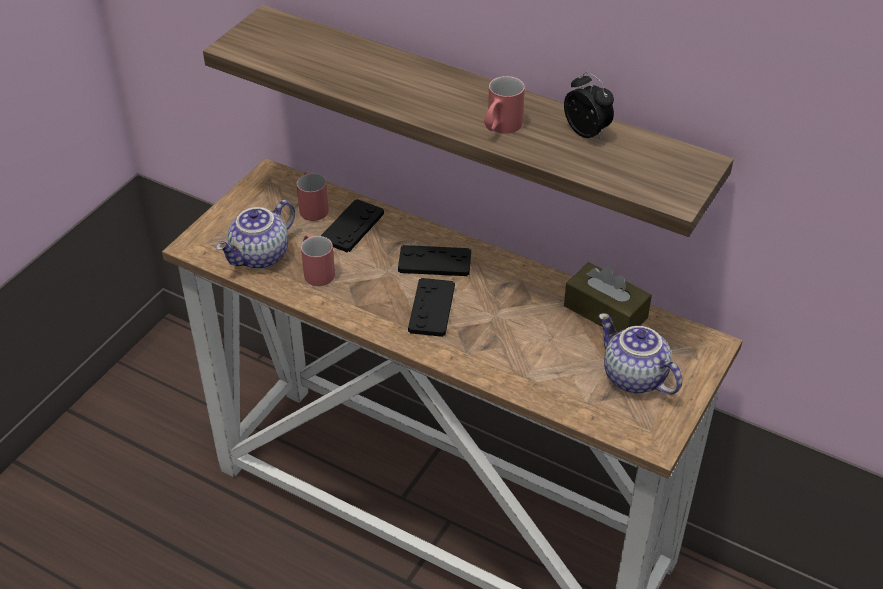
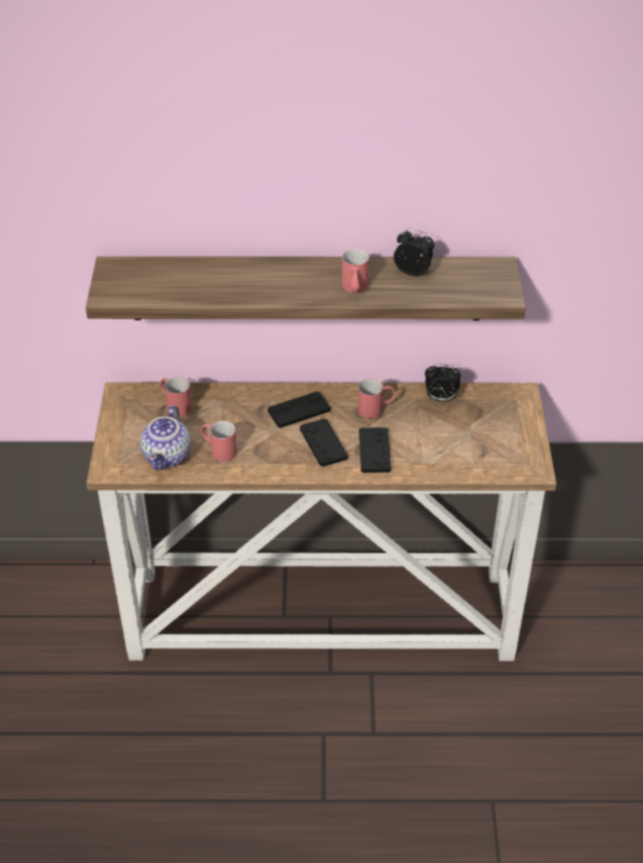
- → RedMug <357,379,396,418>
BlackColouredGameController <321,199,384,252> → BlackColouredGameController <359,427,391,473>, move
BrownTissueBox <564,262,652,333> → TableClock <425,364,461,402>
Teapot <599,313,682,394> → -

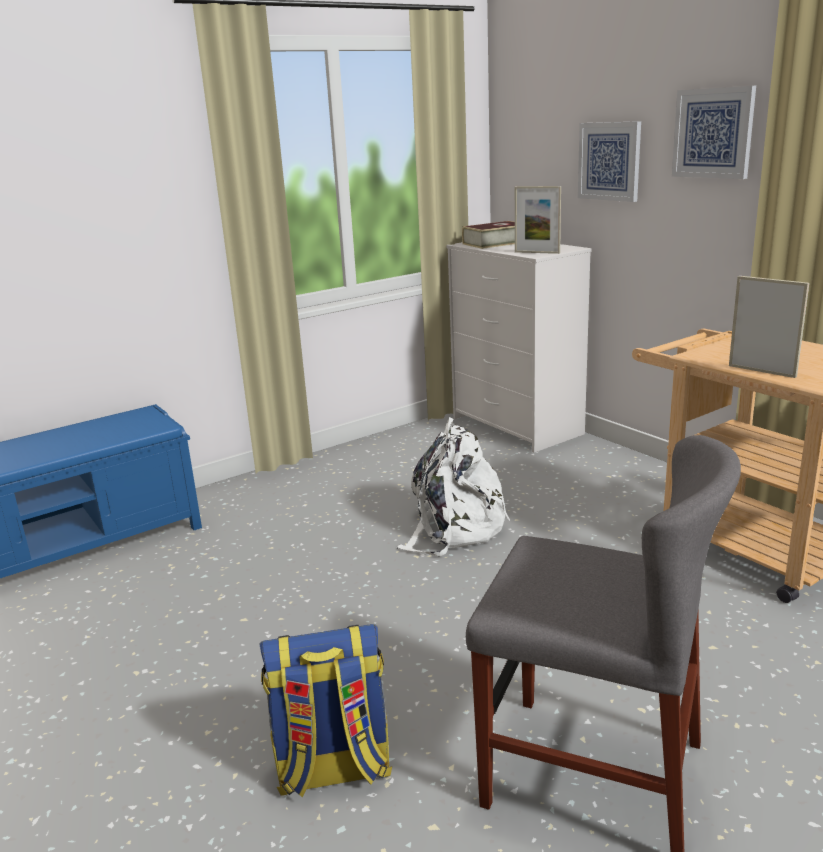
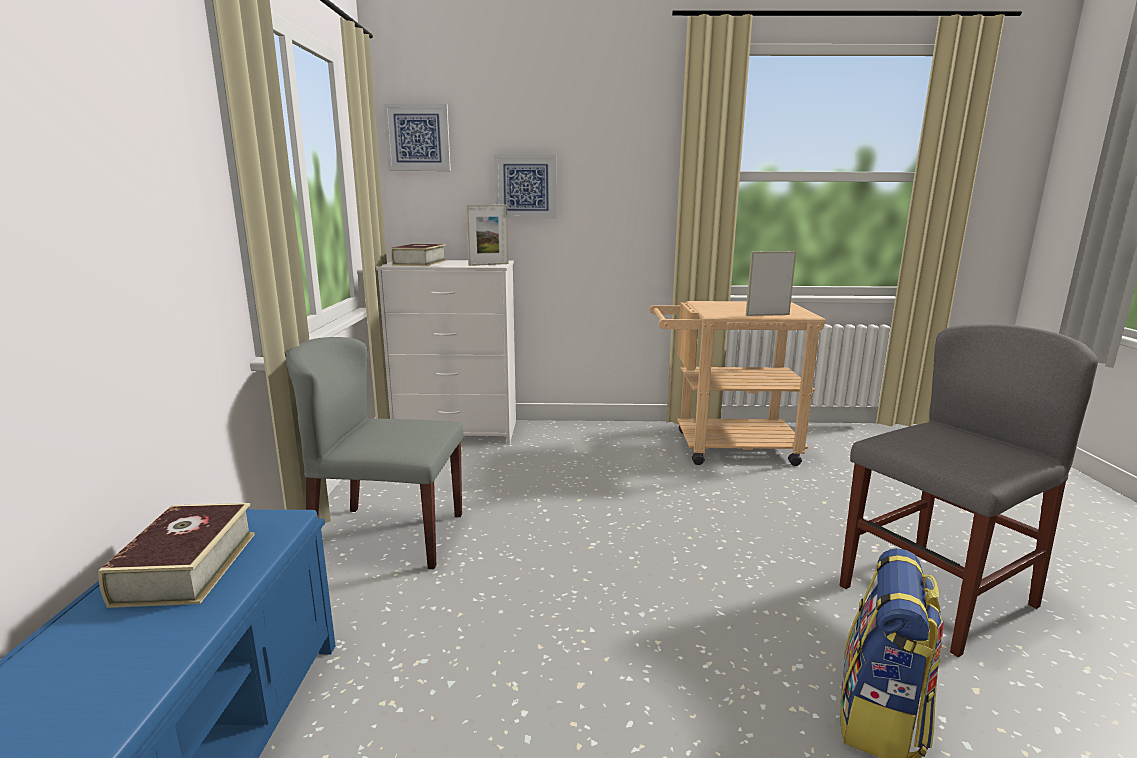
- → Volume <98,503,255,608>
- → GreyishUprightChair <286,337,464,569>
Picture <672,86,756,179> → Picture <383,104,451,171>, move
WhitishBackpack <397,417,510,556> → -

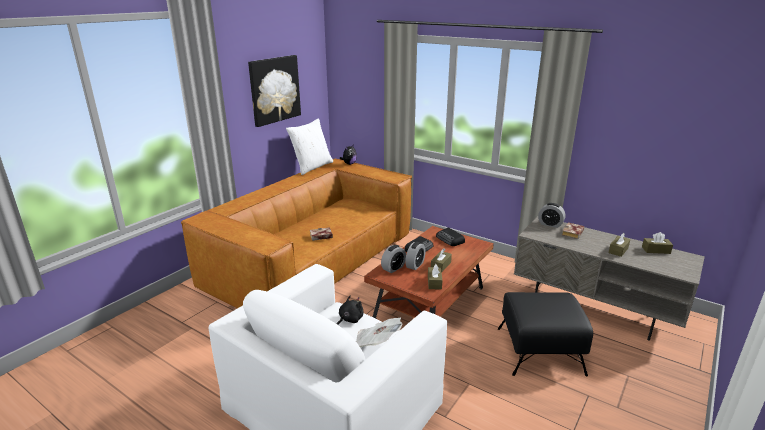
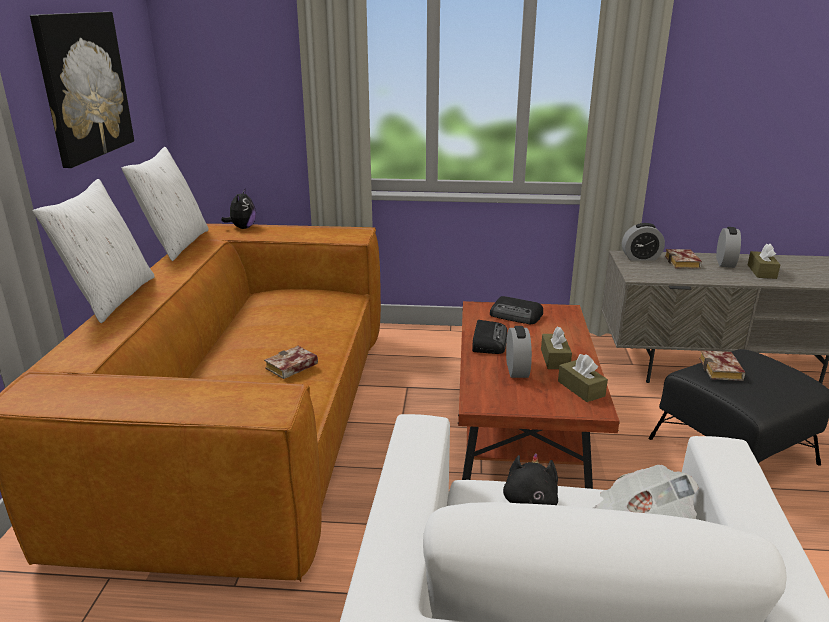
- → WhitishPillow <33,179,155,323>
- → Volume <699,350,745,381>
TableClock <381,245,406,273> → TableClock <716,227,741,268>, move
BrownTissueBox <642,232,673,254> → -

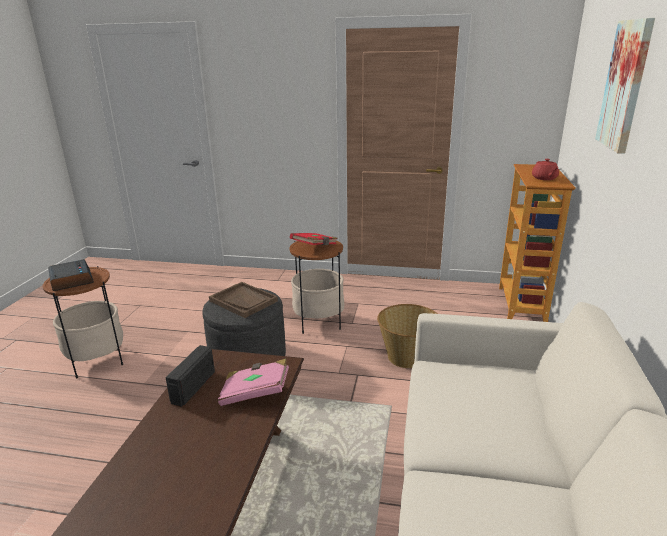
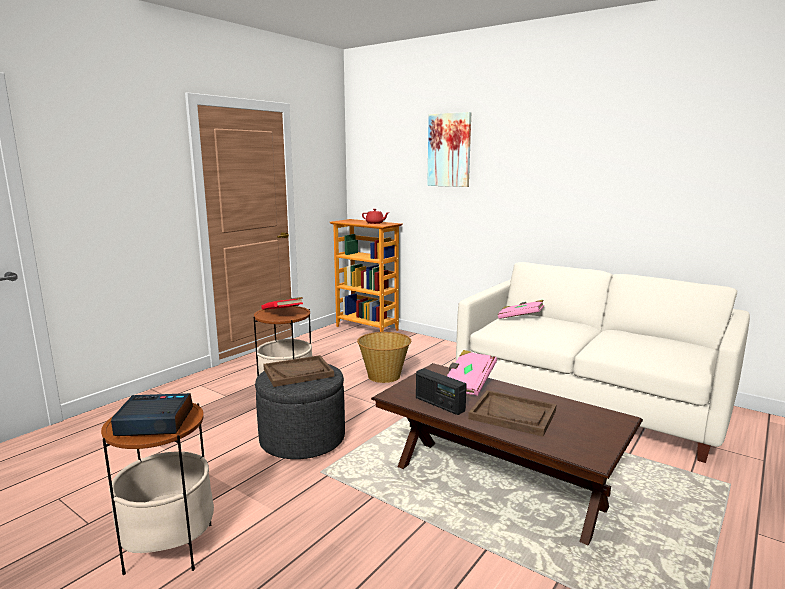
- → BrownTray <468,390,556,436>
- → PinkColouredVolume <498,300,544,319>

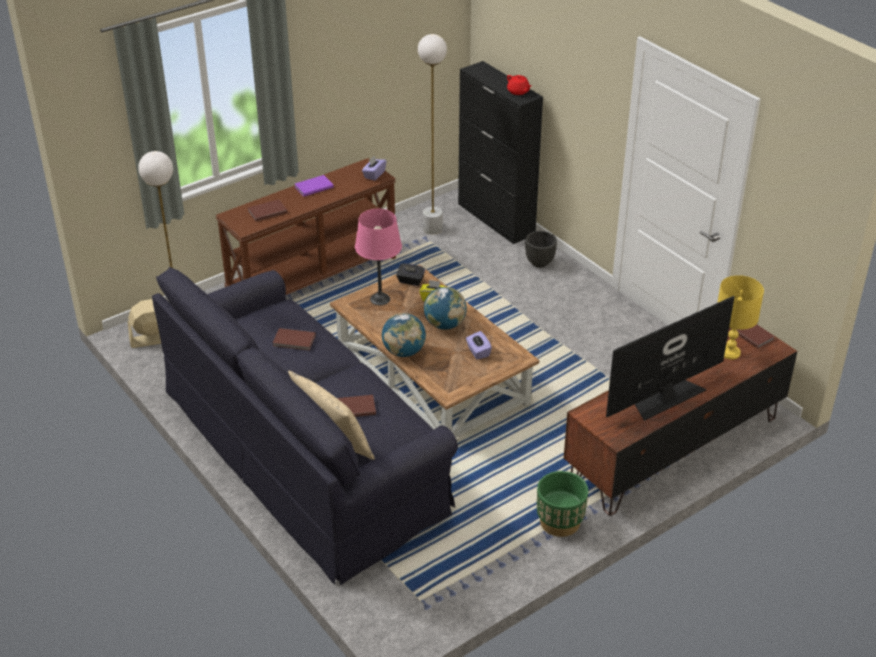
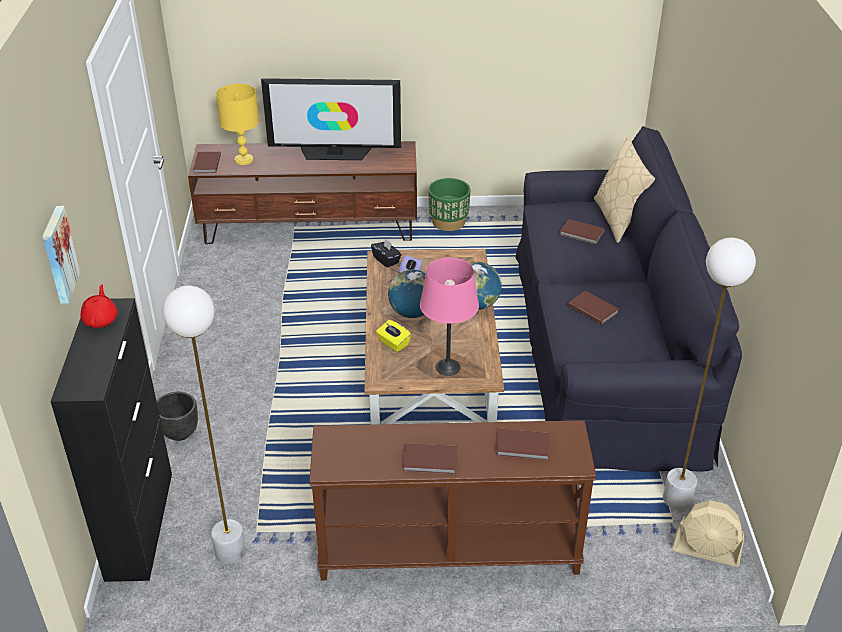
- → Picture <42,206,81,304>
BlackColouredTissueBox <396,263,425,286> → BlackColouredTissueBox <371,238,401,268>, move
PurpleVolume <295,175,334,197> → BrownVolume <403,443,458,474>
PurpleTissueBox <362,155,386,181> → -

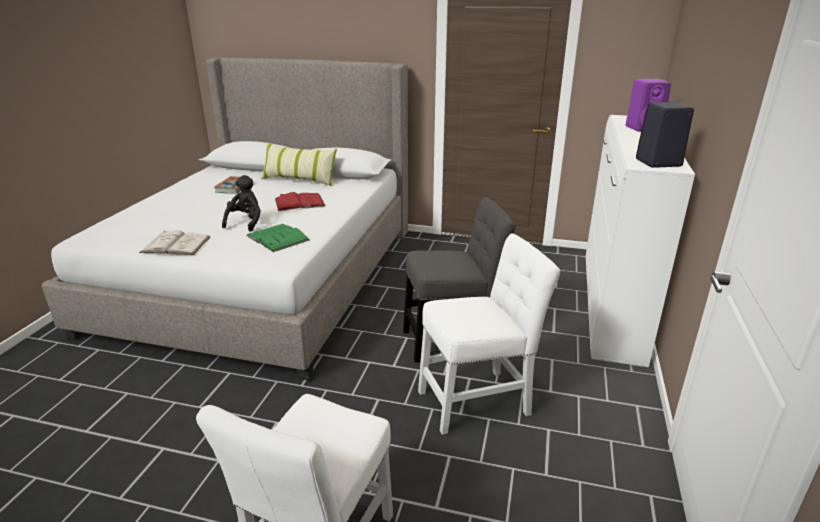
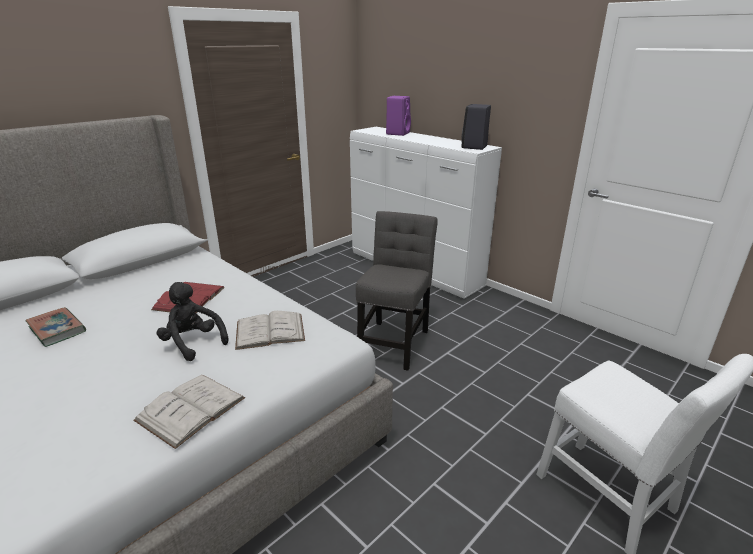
GreenishVolume <246,224,309,252> → WhitishVolume <235,311,305,350>
Pillow <261,142,337,186> → -
WhitishUprightChair <418,234,560,435> → -

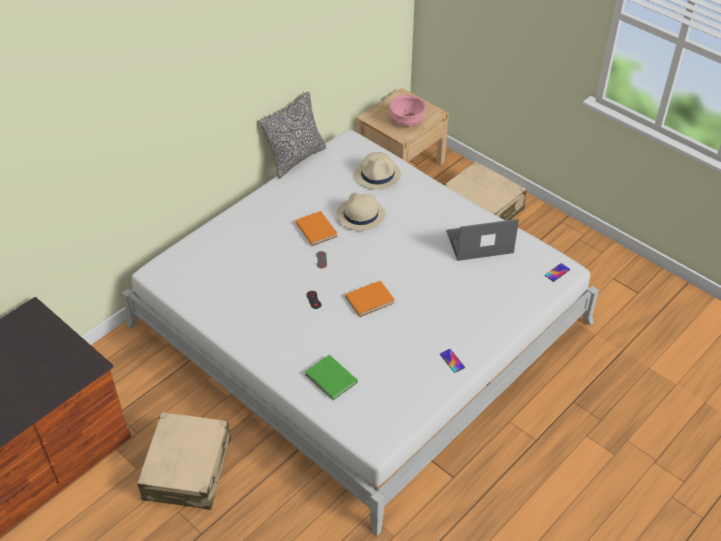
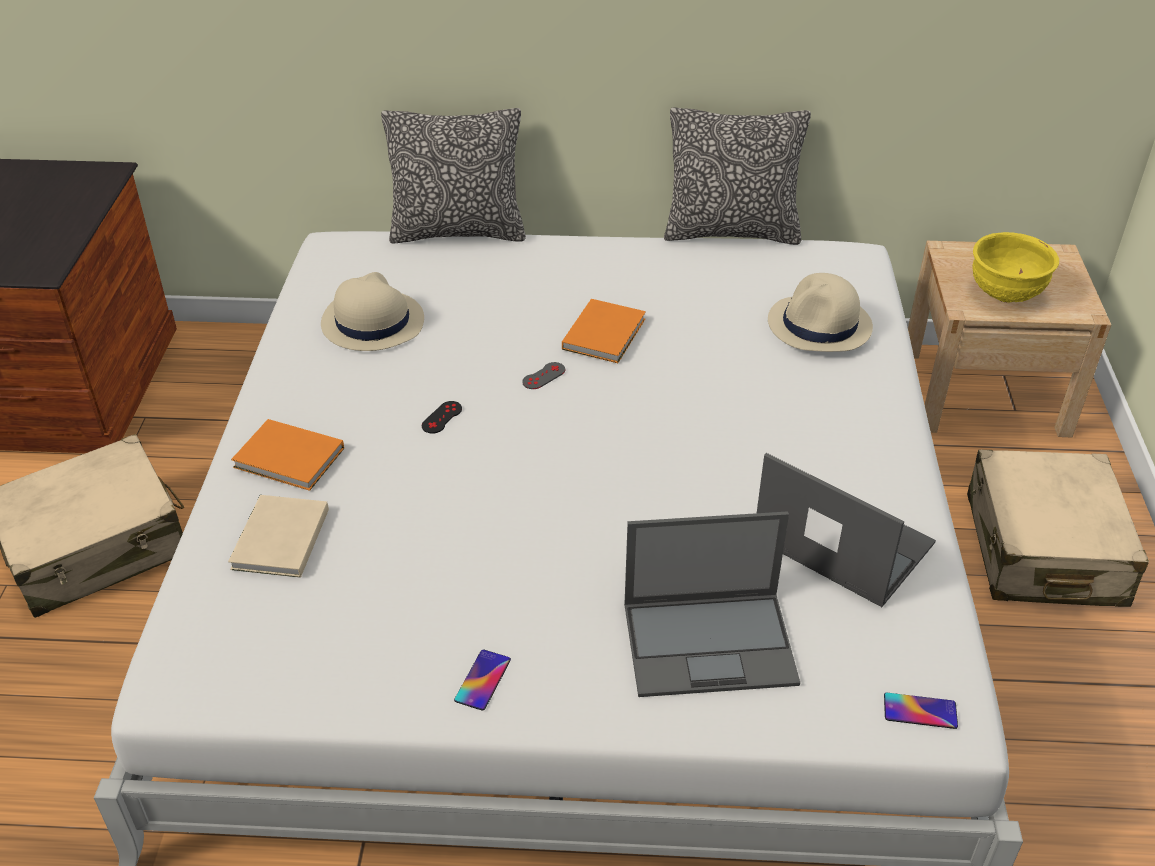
GreenishVolume <305,355,358,400> → SandColouredVolume <228,495,329,578>
OrangeVolume <345,280,395,317> → OrangeVolume <231,419,344,491>, move
SandColouredWearableHat <336,193,385,231> → SandColouredWearableHat <321,272,424,351>, move
- → Pillow <381,108,526,243>
- → PortableComputer <624,511,800,697>
PinkColouredBowl <390,95,426,127> → YellowishBowl <972,232,1059,303>

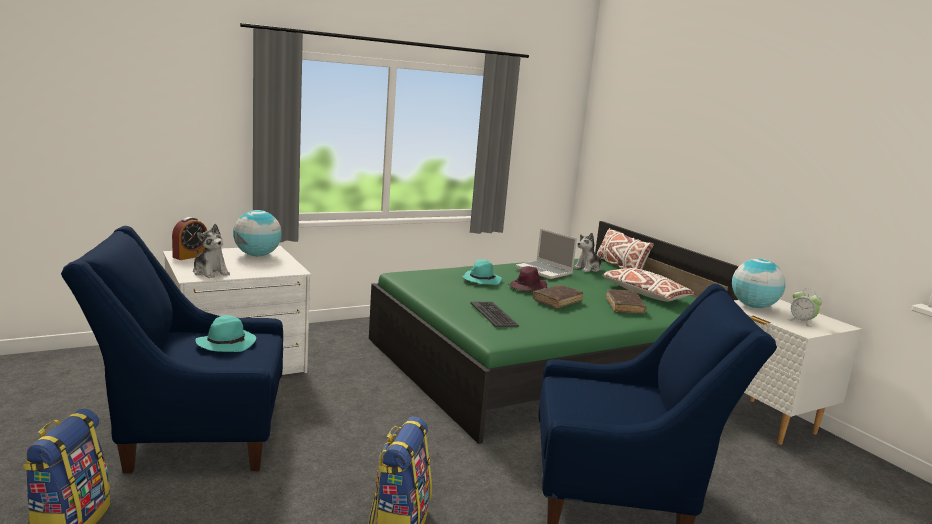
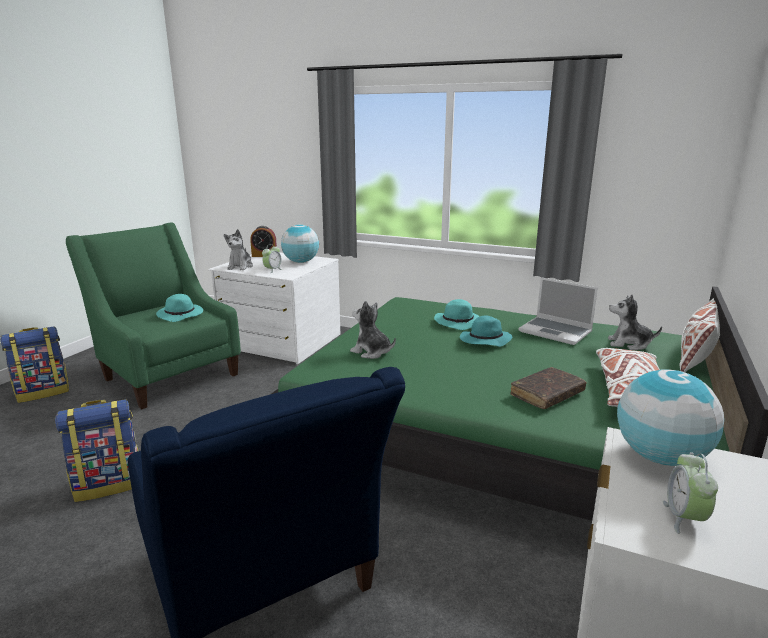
BlueArmchair <61,226,283,474> → GreenishArmchair <66,223,241,409>
- → TableClock <262,244,282,273>
PcKeyboard <470,302,519,327> → PlushToy <350,301,396,359>
PurpleWearableHat <509,266,547,291> → TurquoiseWearableHat <460,315,513,347>
PortableComputer <515,228,577,279> → PortableComputer <519,277,598,345>, 60 degrees counterclockwise
BrownVolume <533,285,583,309> → -

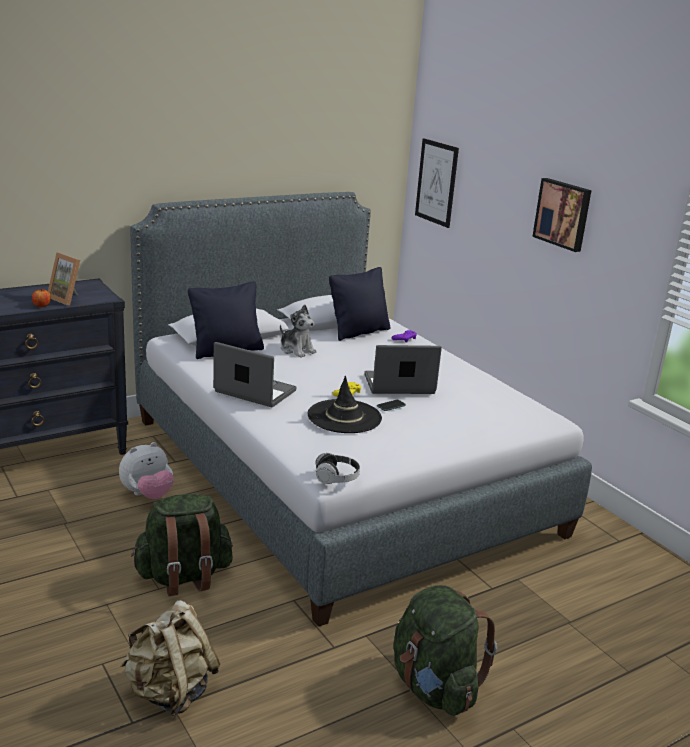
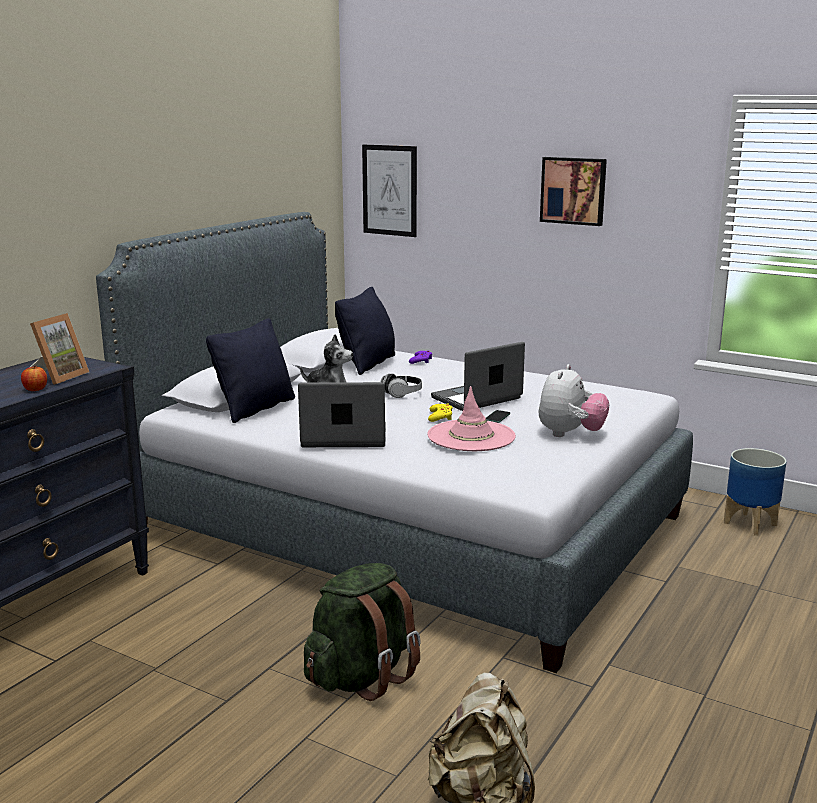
PictureFrame <48,253,80,306> → PictureFrame <30,313,89,385>, 75 degrees counterclockwise
Headphones <315,453,360,484> → Headphones <381,374,422,398>, move
BlackColouredWearableHat <307,376,382,433> → PinkColouredWearableHat <427,386,516,451>
PlushToy <119,442,174,499> → PlushToy <538,364,609,437>, move
- → FlowerPot <724,448,787,536>
GreenishBackpack <393,585,497,716> → -

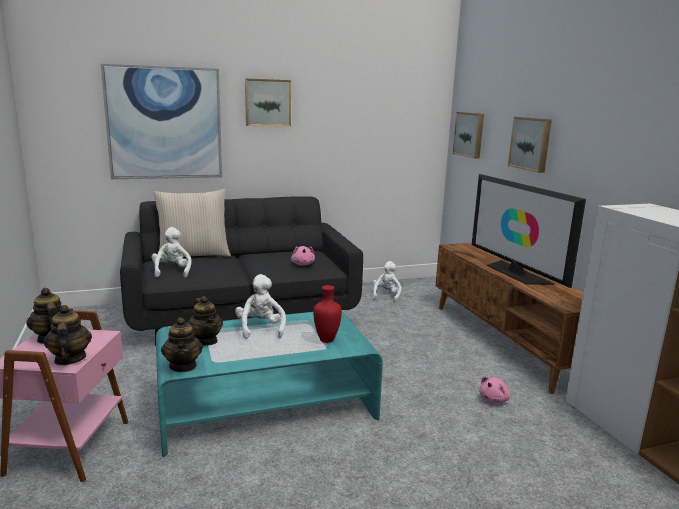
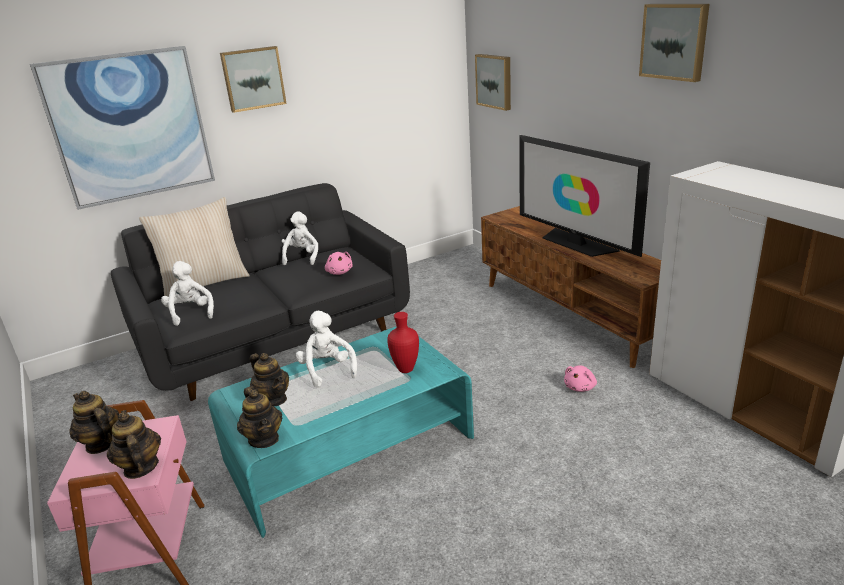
WhitishPlushToy <372,261,402,303> → WhitishPlushToy <282,212,318,265>, move
Picture <508,117,552,173> → Picture <639,4,710,82>, move

